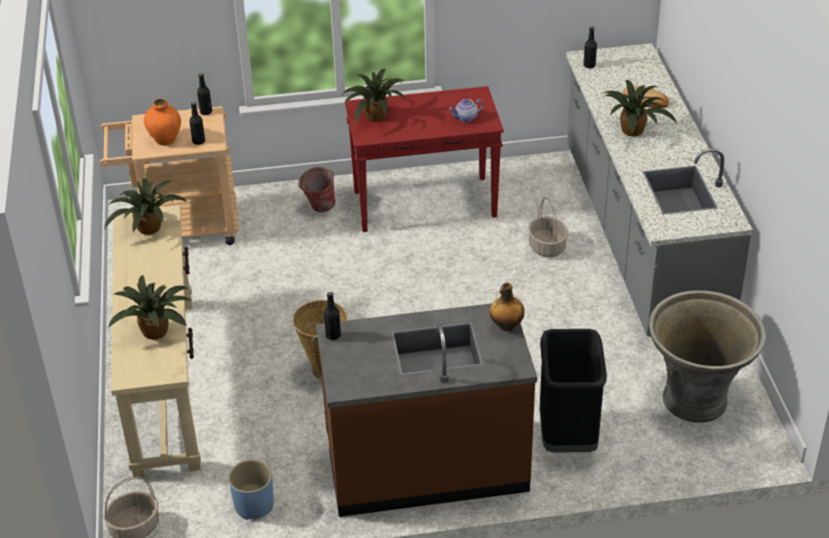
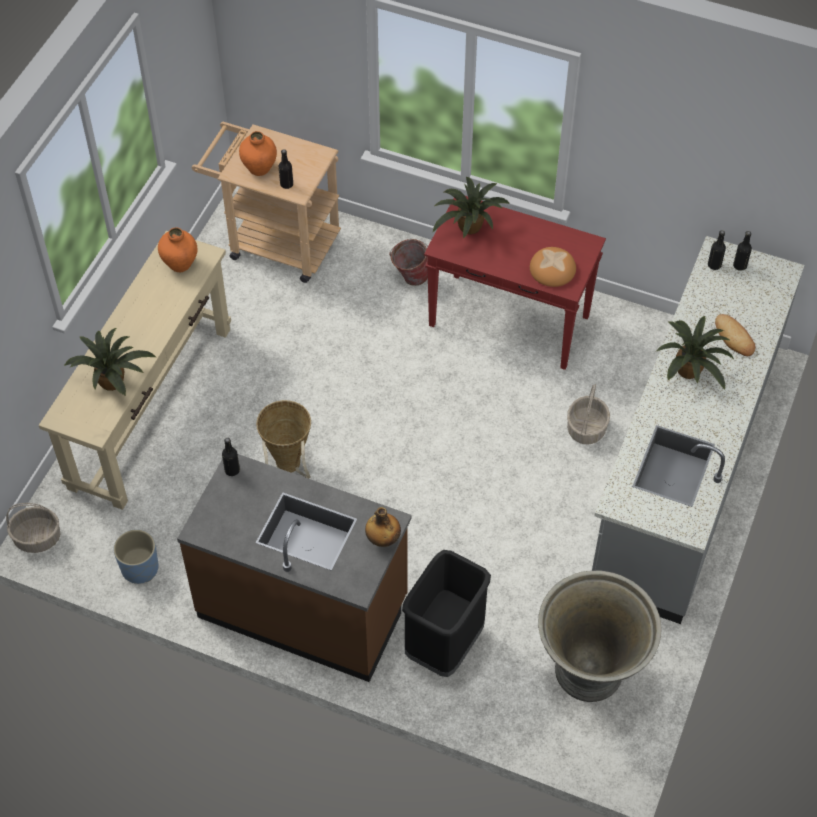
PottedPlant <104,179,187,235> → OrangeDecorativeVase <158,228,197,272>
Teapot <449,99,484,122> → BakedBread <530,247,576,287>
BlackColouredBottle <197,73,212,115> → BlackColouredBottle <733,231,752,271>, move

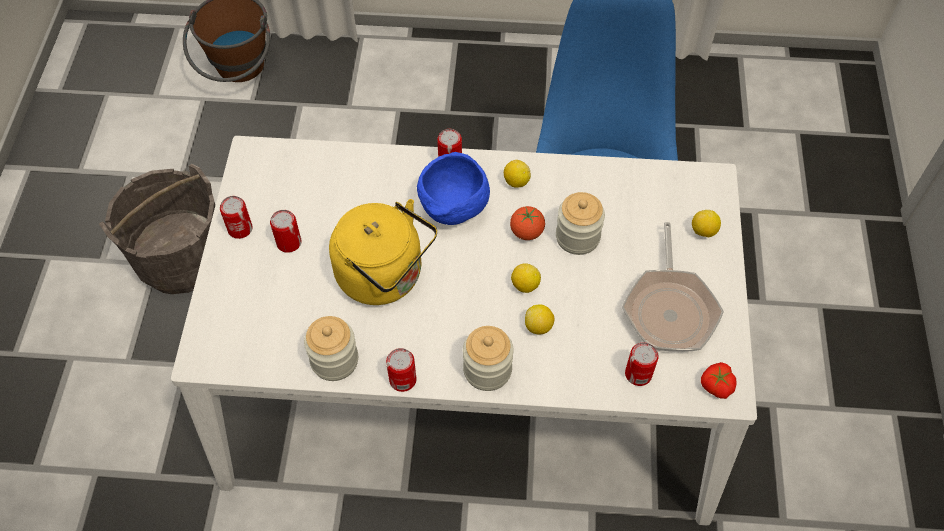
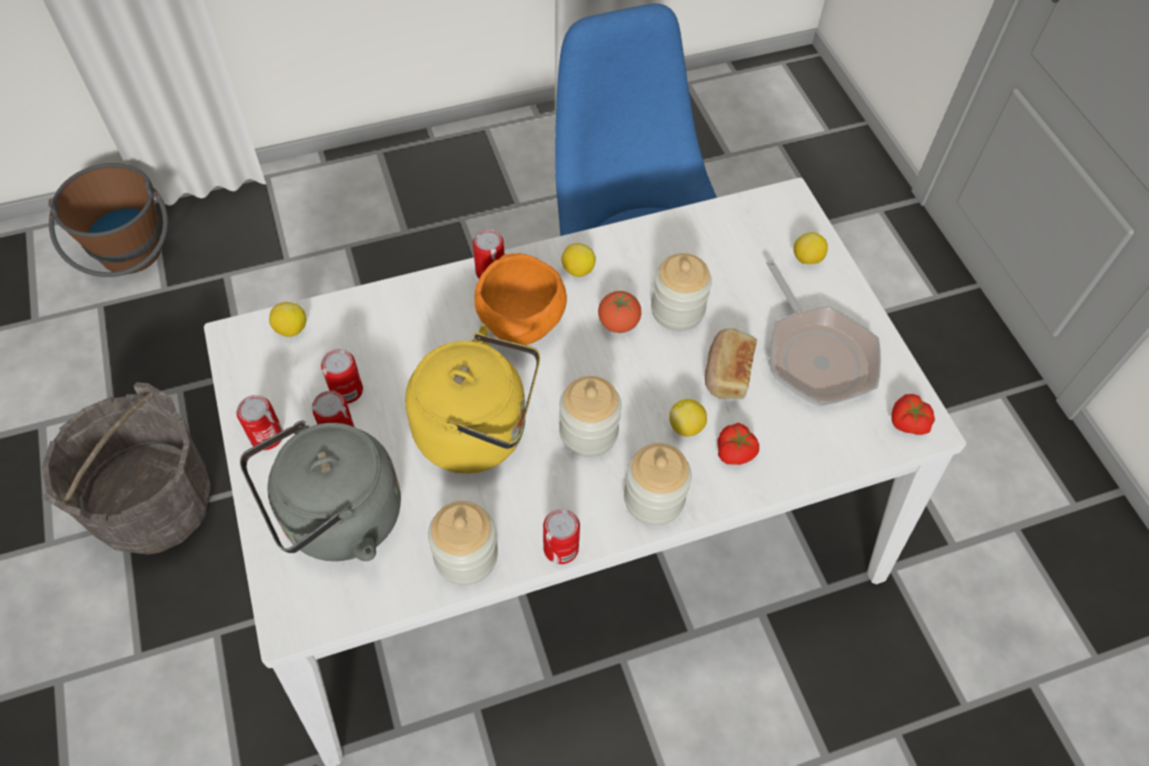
- → GreyishKettle <240,420,401,561>
WholeLemon <511,263,541,293> → WholeLemon <269,302,306,337>, move
MetalCan <625,342,659,386> → MetalCan <321,349,363,404>, move
BlueBowl <417,152,490,225> → OrangeBowl <474,253,567,345>
- → StorageJar <559,376,622,457>
- → BakedBread <705,328,757,399>
- → FreshTomato <718,423,759,465>

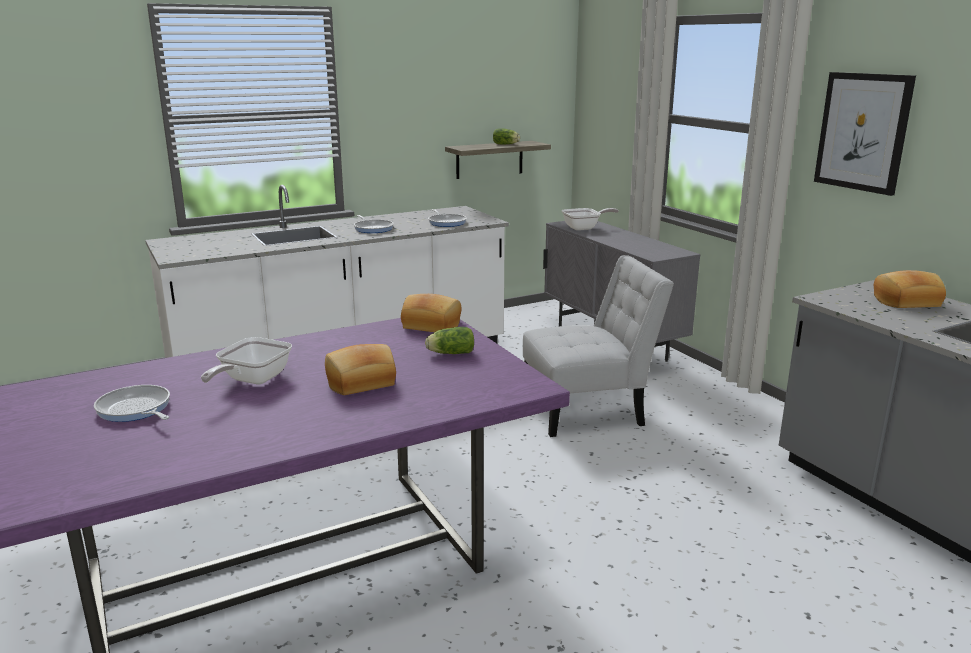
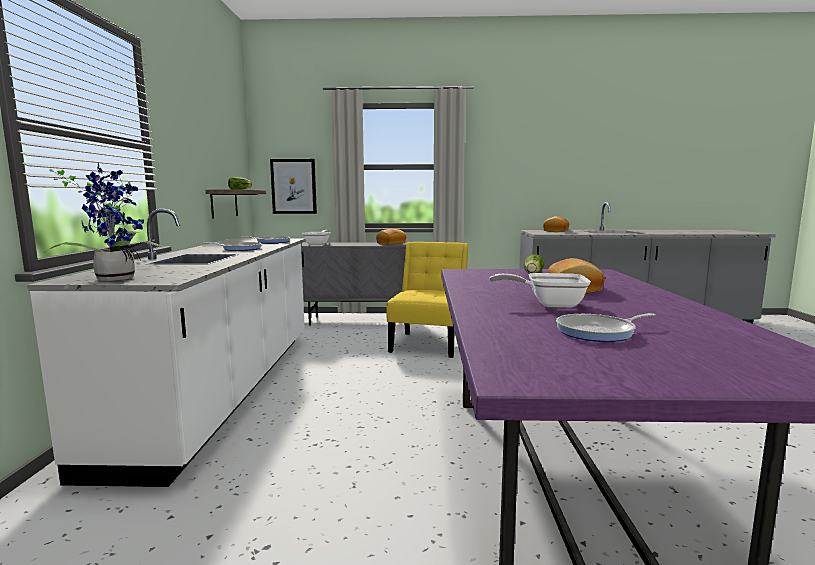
- → PottedPlant <48,163,162,281>
Picture <814,72,916,196> → Picture <270,159,317,214>, move
BakedBread <401,294,462,332> → BakedBread <376,229,406,245>, move
WhitishUprightChair <523,255,674,437> → YellowishUprightChair <386,242,468,358>
FryingPan <201,337,292,385> → FryingPan <490,273,591,308>, 135 degrees clockwise

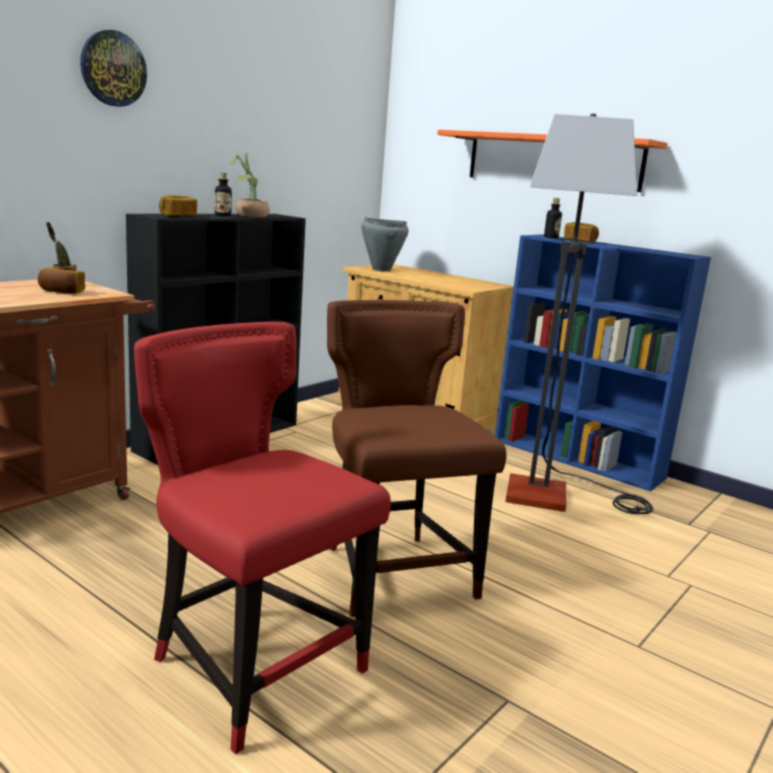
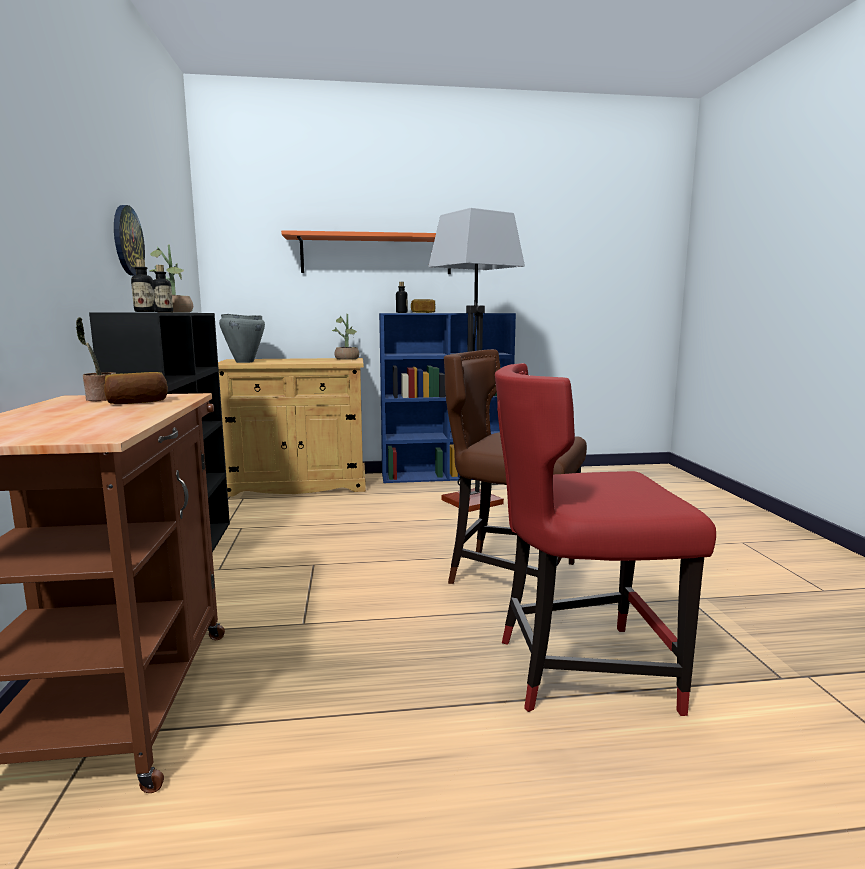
ClockOnTheWall <80,30,147,107> → ClockOnTheWall <114,205,145,276>, move
BakedBread <159,195,197,216> → Bottle <131,259,156,312>
- → PottedPlant <332,314,359,360>

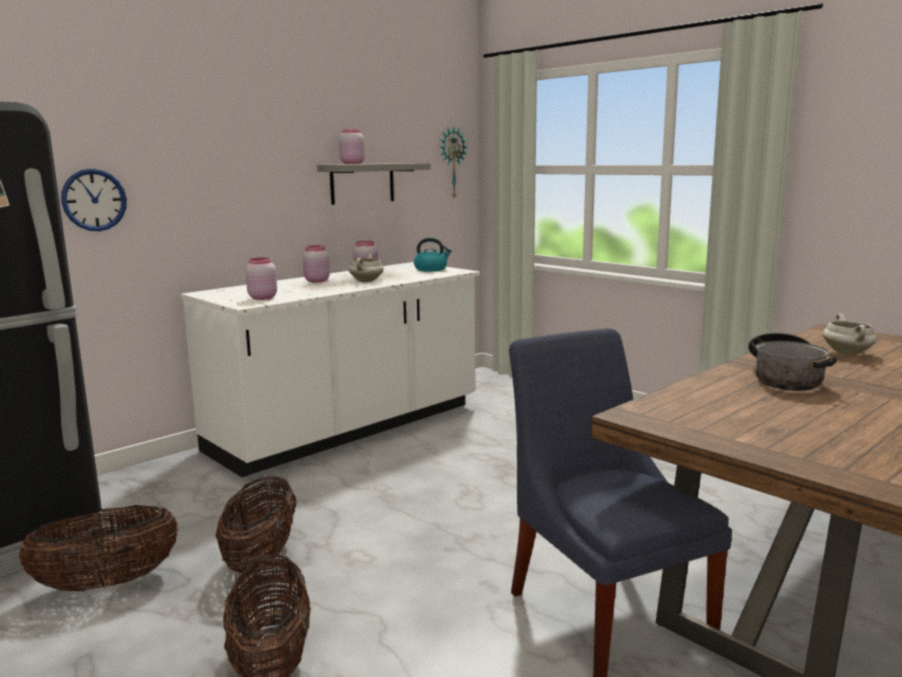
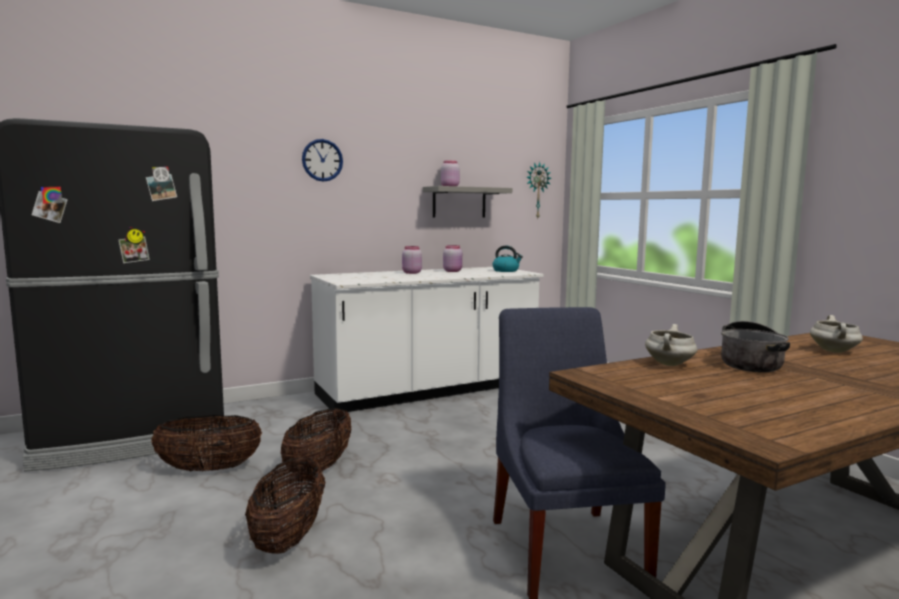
ClockOnTheWall <61,169,127,231> → ClockOnTheWall <302,139,343,182>, move
WhitishStockpot <348,253,384,282> → WhitishStockpot <645,324,697,366>, move
PinkColouredStorageJar <246,258,277,300> → -

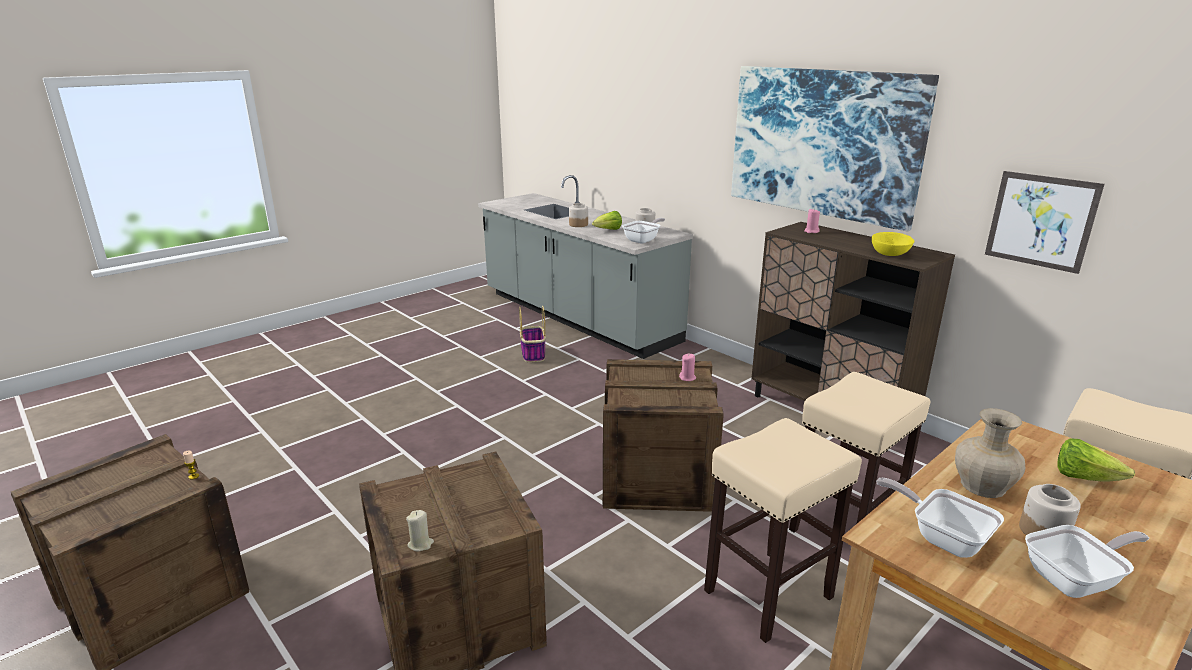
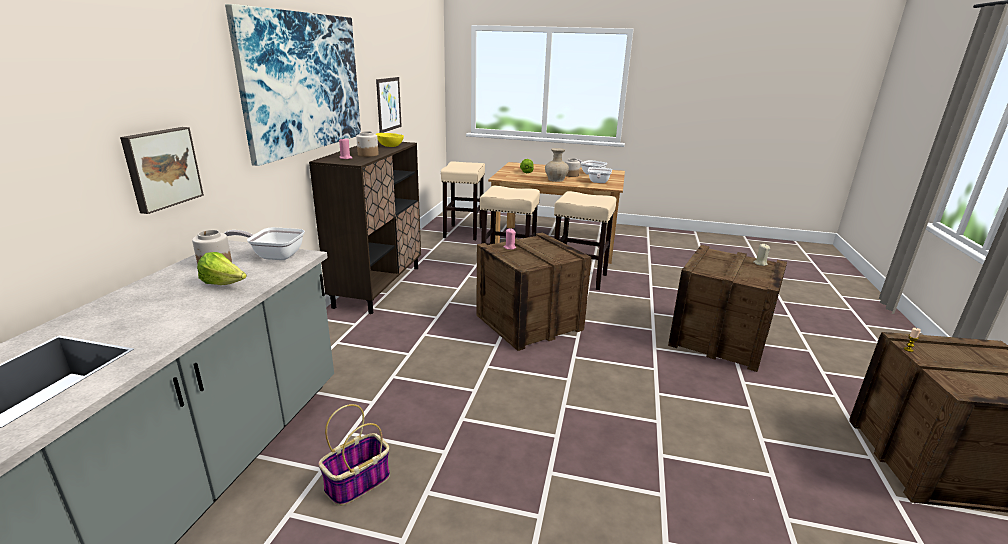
- → Picture <120,127,204,214>
StorageJar <569,203,588,227> → StorageJar <356,131,379,157>, move

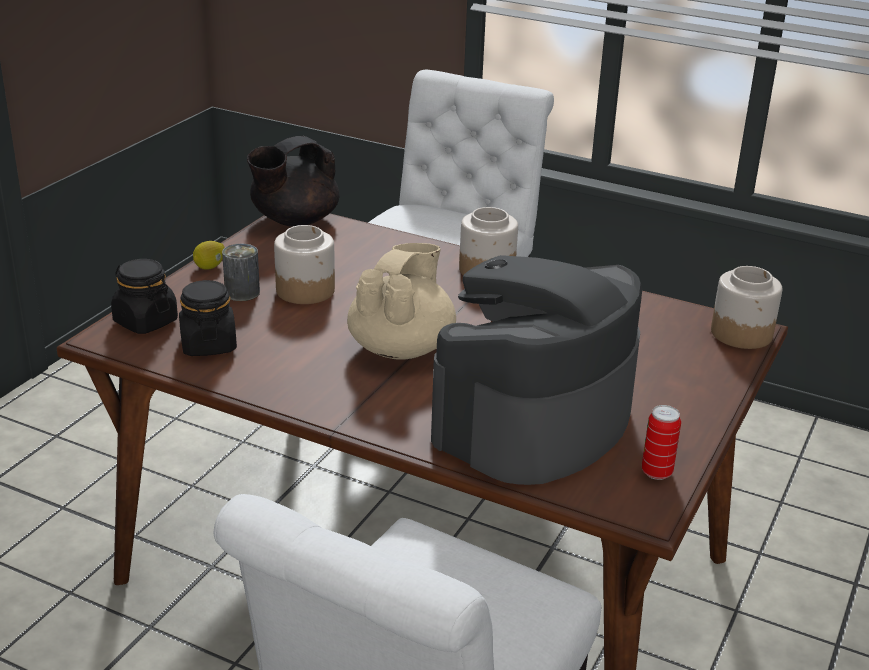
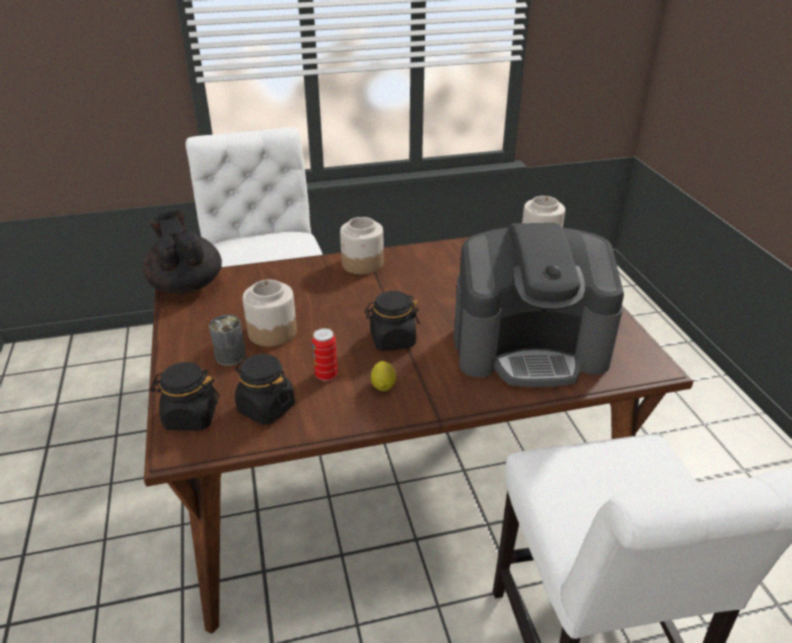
BlackColouredTeapot <247,136,340,227> → BlackColouredTeapot <143,210,222,294>, 150 degrees clockwise
MetalCan <642,405,681,480> → MetalCan <312,328,338,381>, move
SandColouredTeapot <347,243,456,360> → BlackColouredStorageJar <365,291,420,351>
WholeLemon <193,241,225,269> → WholeLemon <371,361,396,391>, move
CoffeeBrewer <431,255,642,485> → CoffeeBrewer <454,223,624,387>, 90 degrees counterclockwise

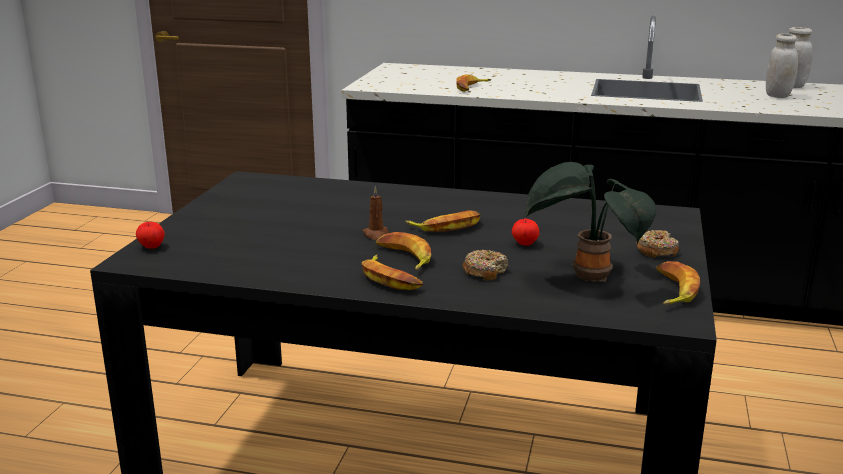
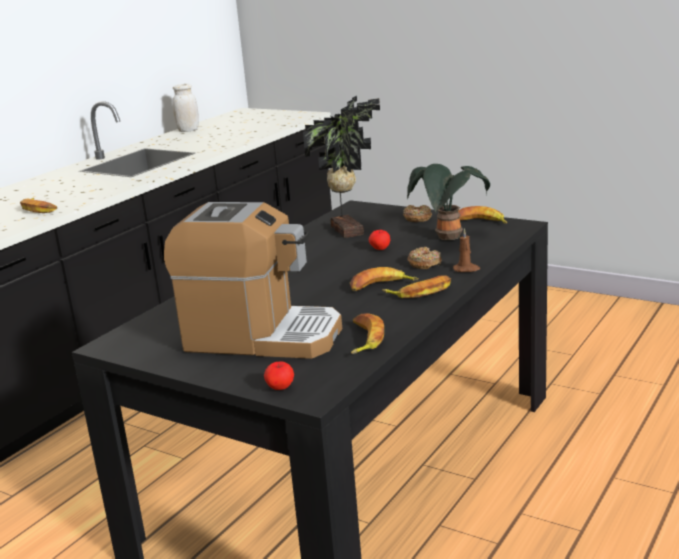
- → CoffeeBrewer <164,202,342,359>
- → PottedPlant <303,96,380,238>
Banana <405,210,481,232> → Banana <351,313,384,354>, move
BrownWaxLight <362,187,389,240> → BrownWaxLight <453,228,480,272>, move
WhitishStorageJar <766,33,798,98> → -

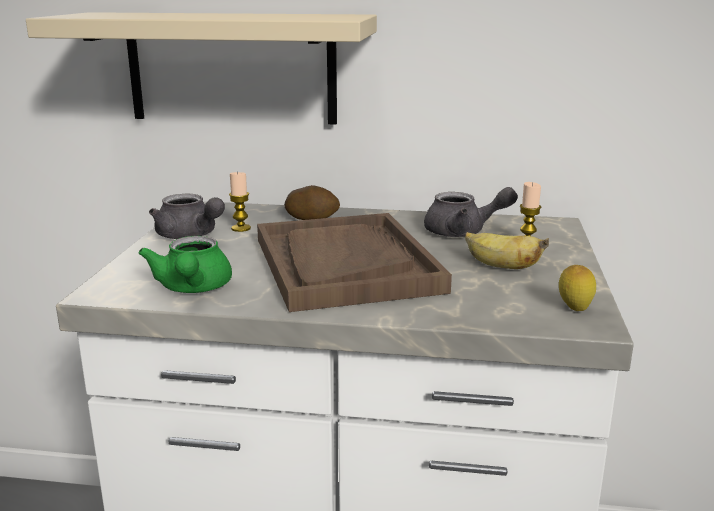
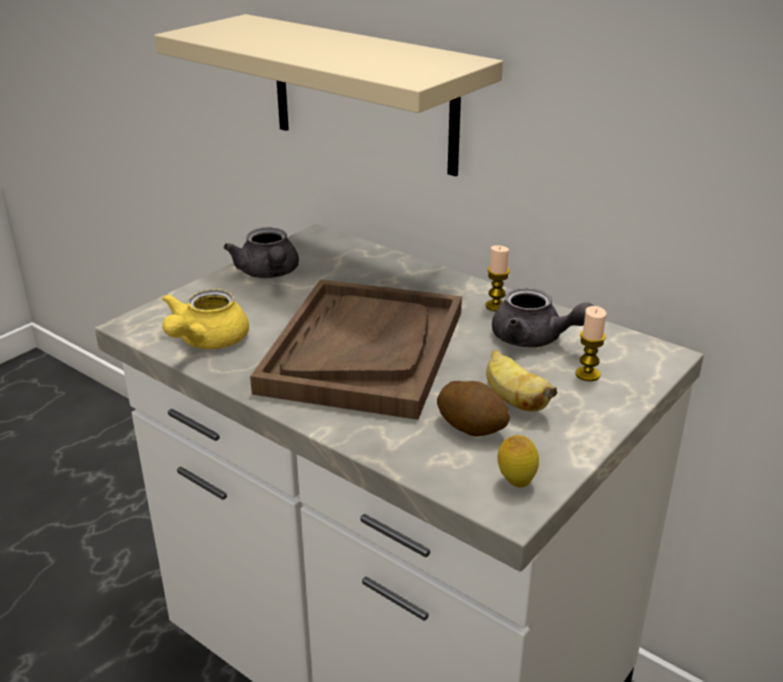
GreenishTeapot <138,236,232,293> → YellowishTeapot <162,289,249,349>
WholePotato <285,185,340,220> → WholePotato <437,381,510,436>, move
WaxLight <229,172,251,232> → WaxLight <485,245,510,311>, move

